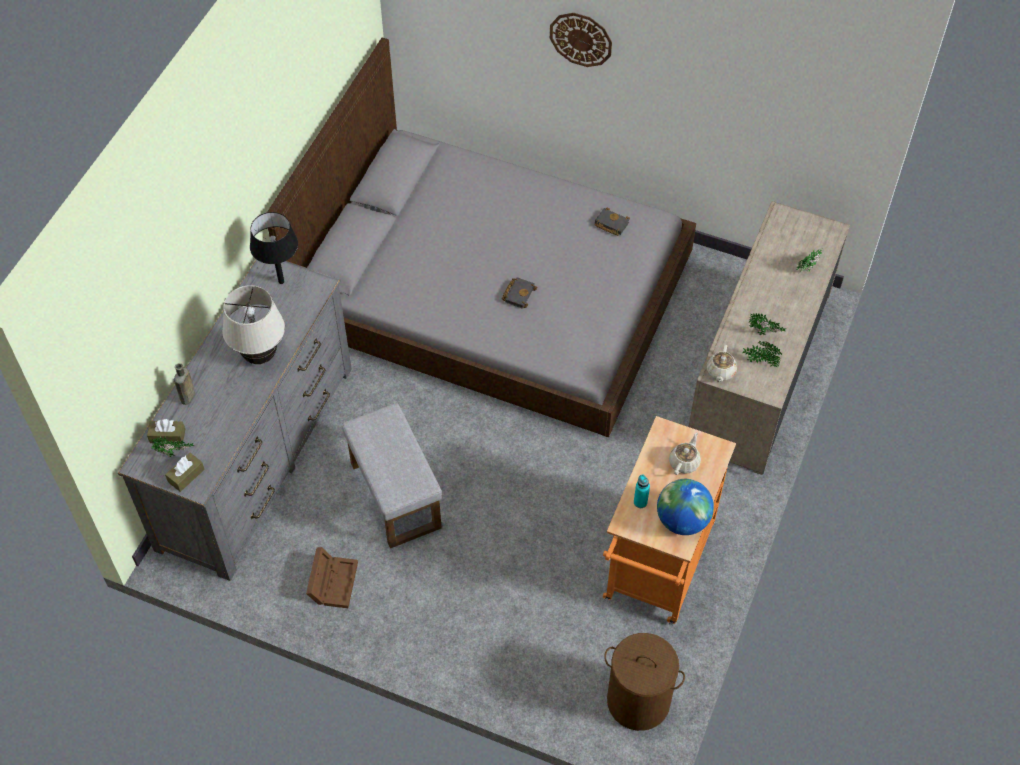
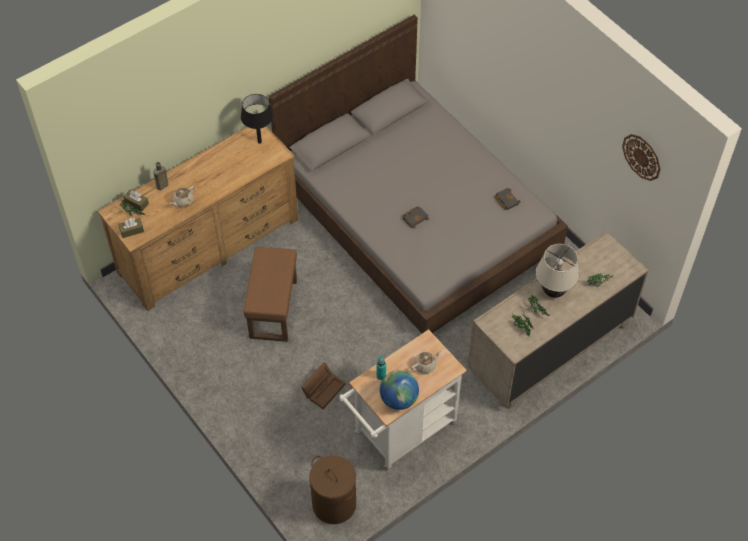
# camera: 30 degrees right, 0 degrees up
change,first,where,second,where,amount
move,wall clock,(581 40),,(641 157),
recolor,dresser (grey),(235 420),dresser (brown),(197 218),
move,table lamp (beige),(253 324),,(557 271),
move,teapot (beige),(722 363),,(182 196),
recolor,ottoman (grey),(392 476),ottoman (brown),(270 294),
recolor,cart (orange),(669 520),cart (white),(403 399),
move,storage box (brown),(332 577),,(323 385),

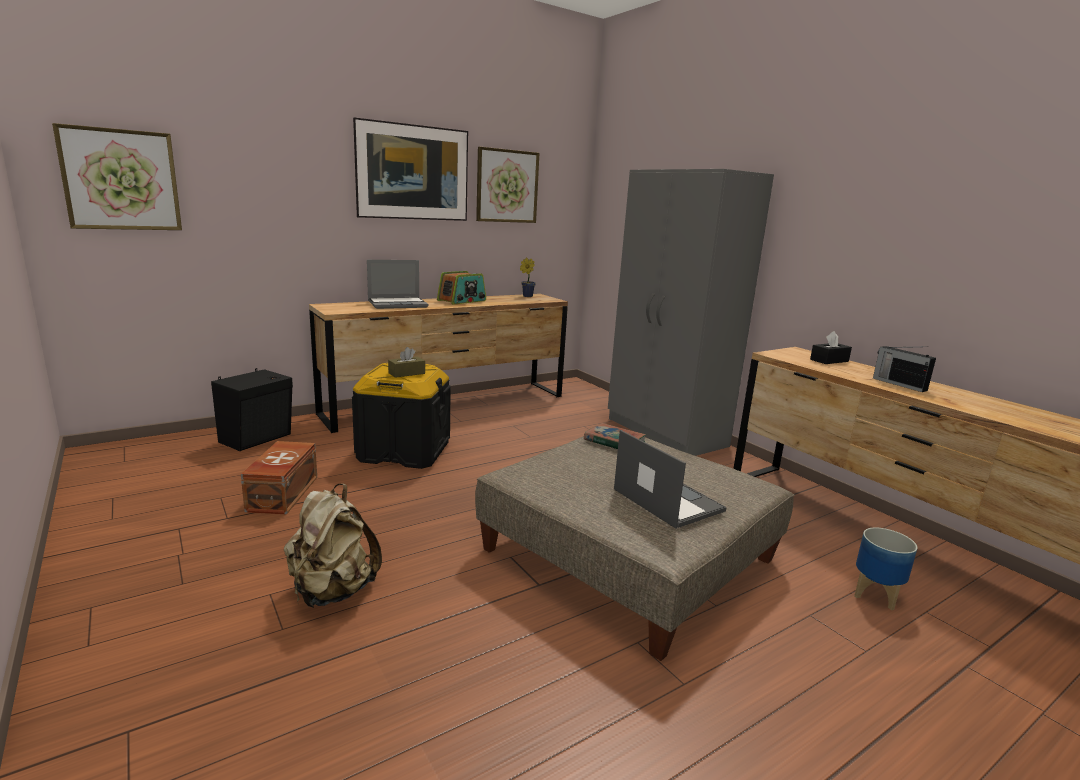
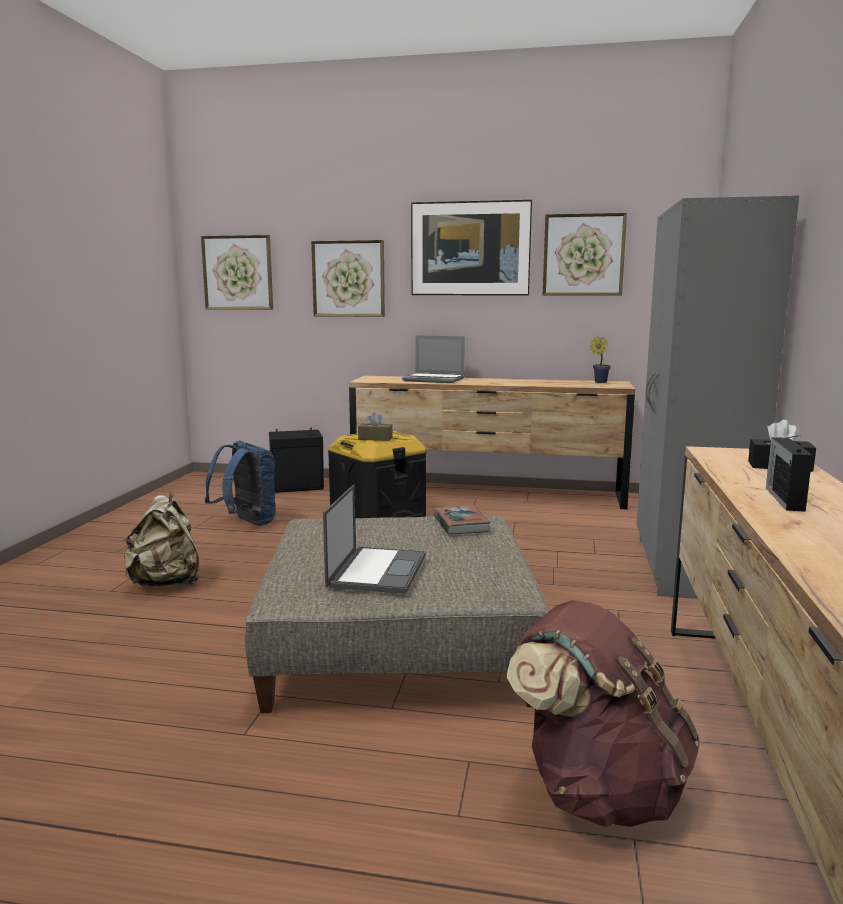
# camera: 45 degrees right, 5 degrees down
change,first,where,second,where,amount
delete,radio,(461 288),,,
replace,storage box (brown),(279 477),backpack (blue),(240 483),
replace,planter,(885 568),backpack (brown),(603 713),
insert,,,picture,(348 278),

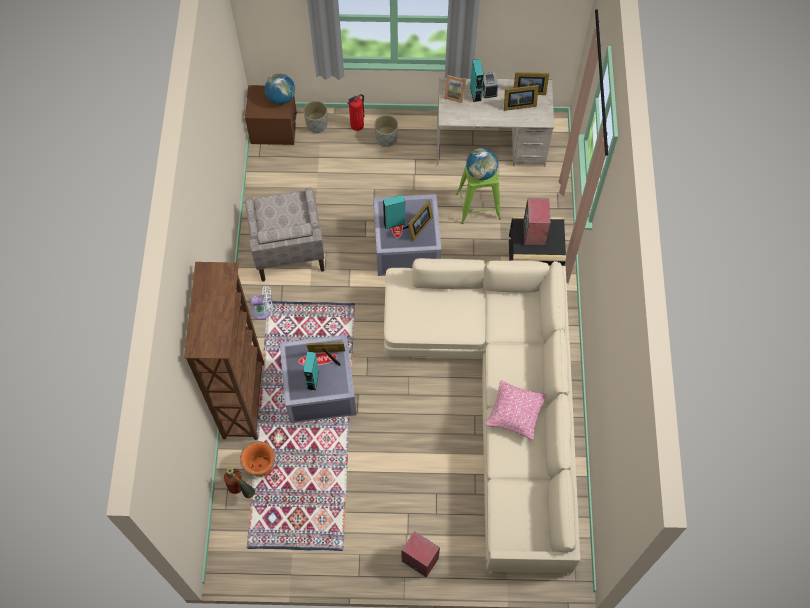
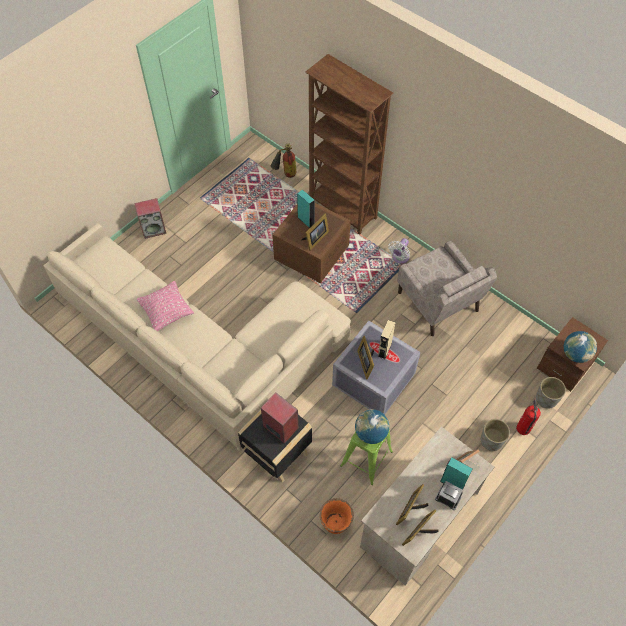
# camera: 130 degrees right, 5 degrees down
change,first,where,second,where,amount
rotate,armchair (beige),(284 234),,(447 288),150 degrees counterclockwise
recolor,speaker (turquoise),(394 212),speaker (beige),(386 339),
recolor,storage box (grey),(318 378),storage box (brown),(311 243),
move,planter (orange),(257 459),,(337 516),

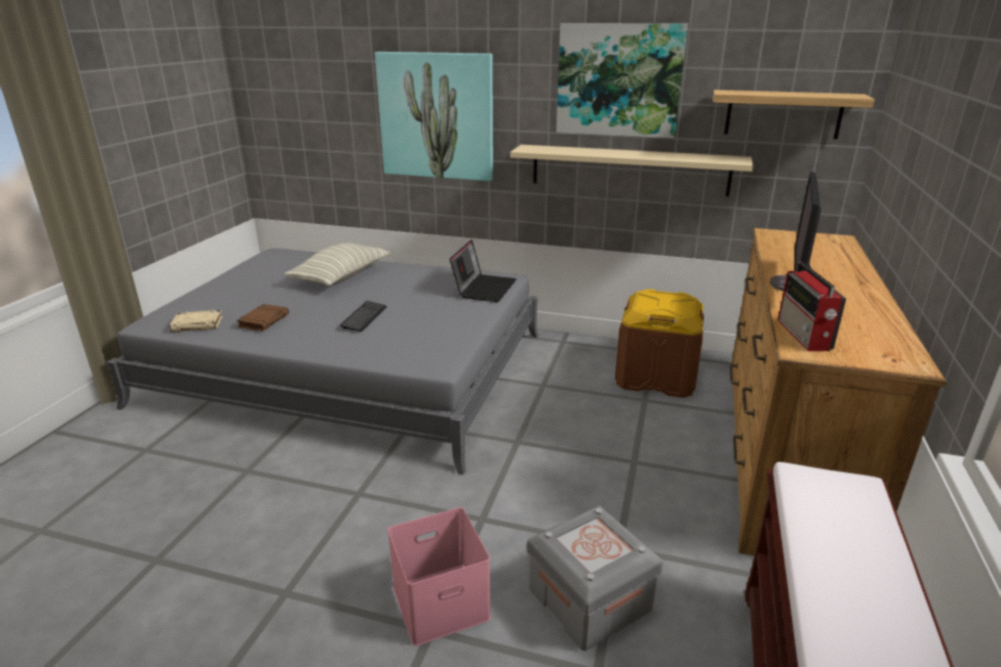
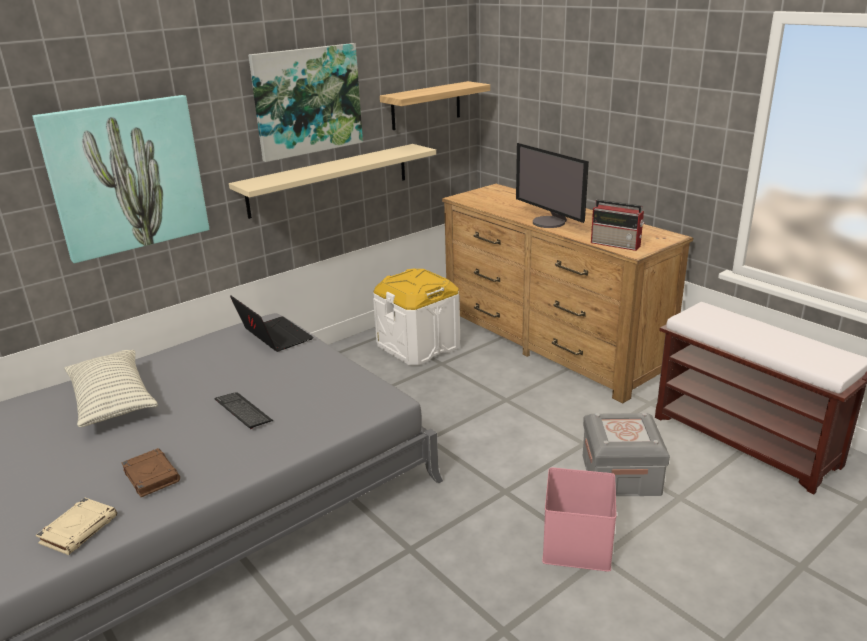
# camera: 55 degrees left, 0 degrees up
change,first,where,second,where,amount
recolor,storage box (brown),(659 343),storage box (white),(416 316),

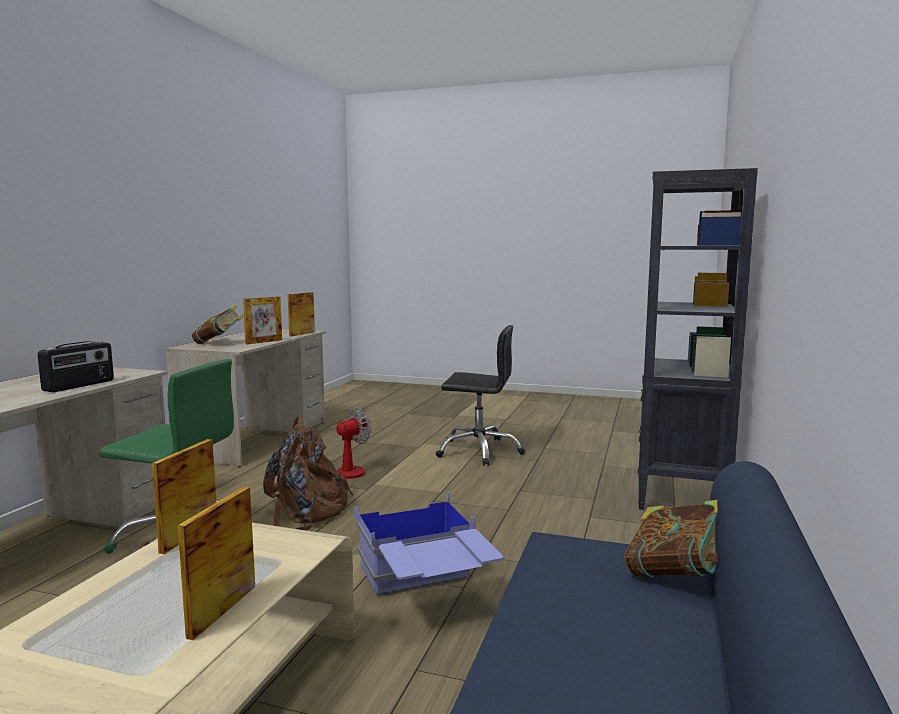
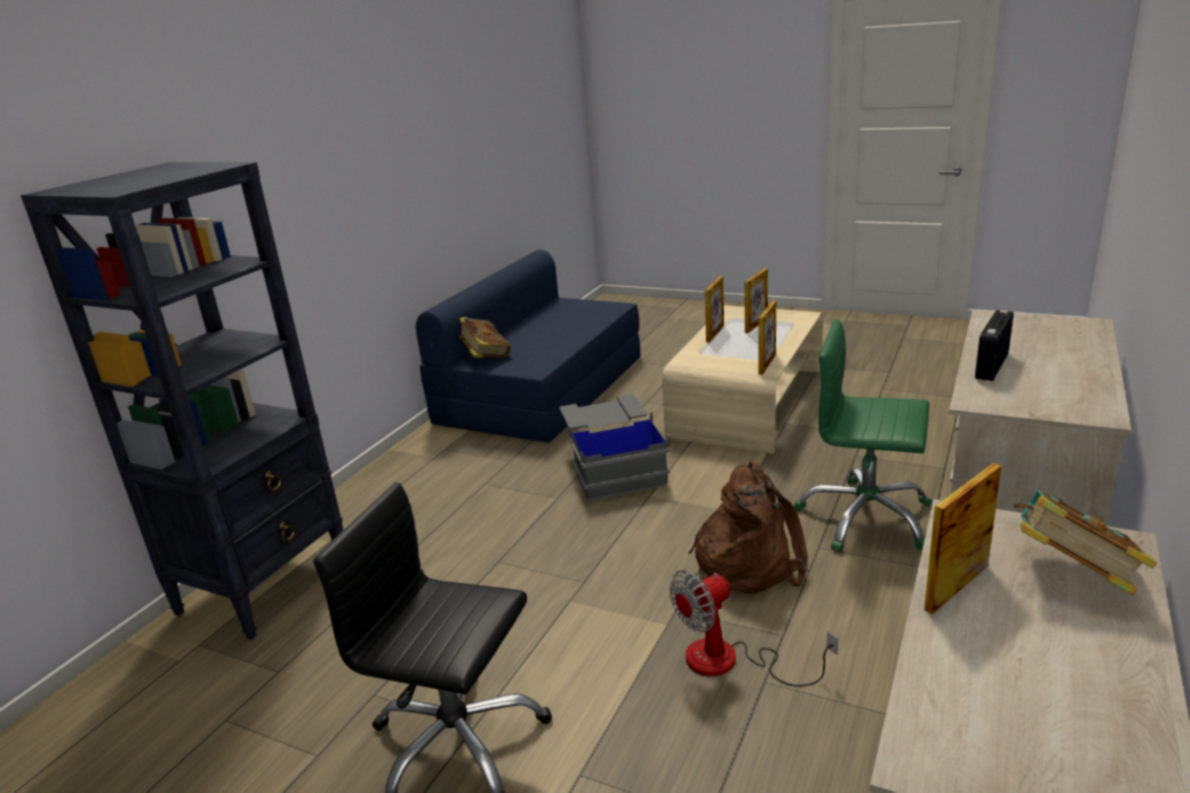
# camera: 170 degrees left, 15 degrees up
change,first,where,second,where,amount
move,picture frame,(301 314),,(756 300),
recolor,storage box (blue),(429 544),storage box (grey),(615 447),

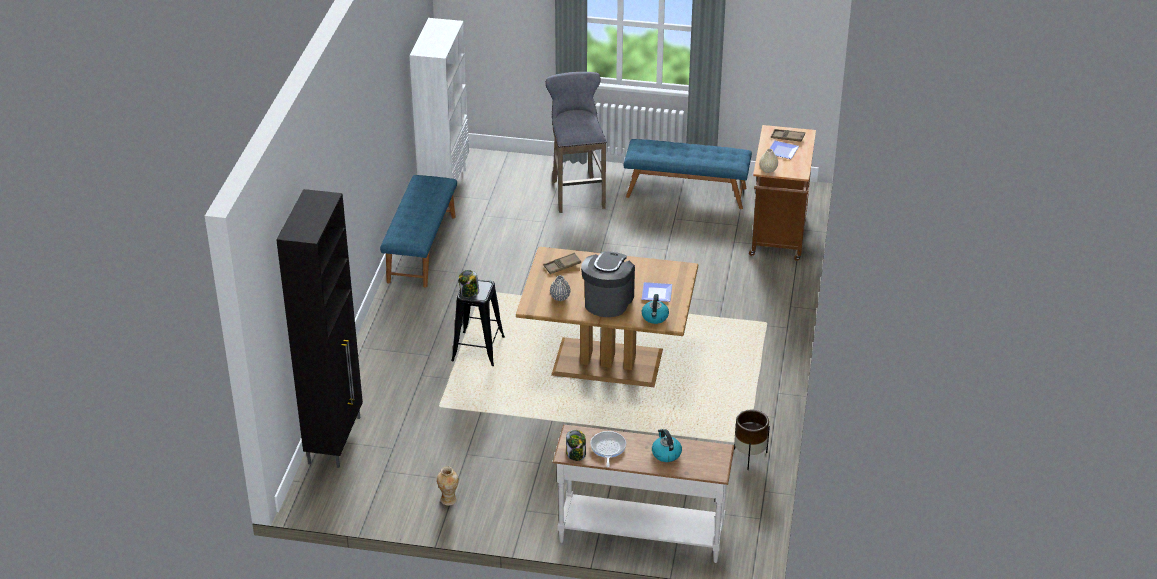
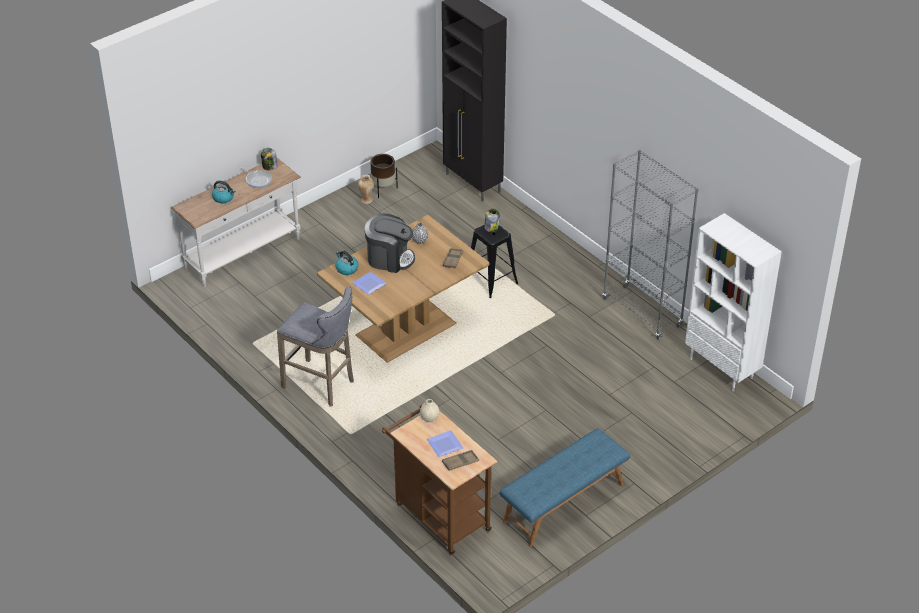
# camera: 130 degrees right, 5 degrees up
change,first,where,second,where,amount
move,stool (grey),(576 142),,(315 346),
replace,bench (blue),(418 231),bookcase (grey),(650 244),
rotate,coffee machine,(608 284),,(390 243),45 degrees counterclockwise
move,planter (brown),(752 440),,(384 176),

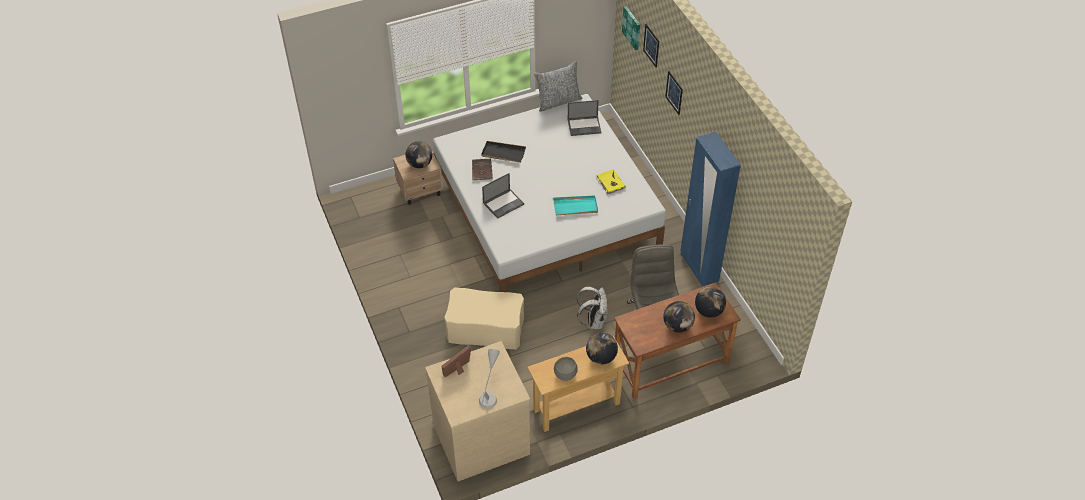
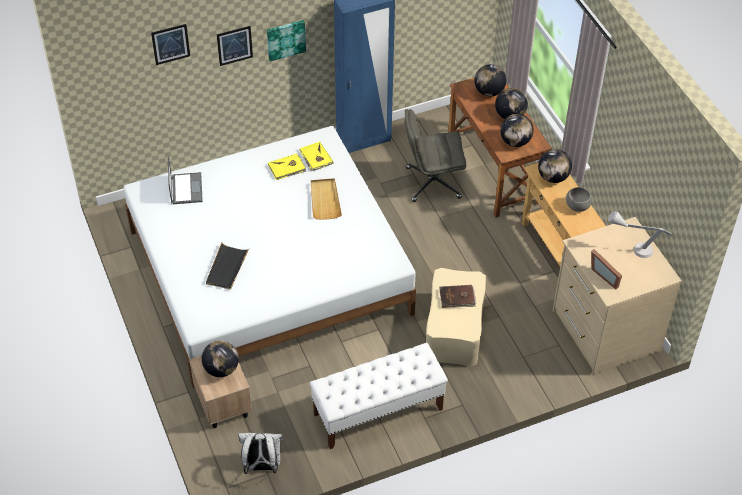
# camera: 90 degrees left, 0 degrees up
change,first,where,second,where,amount
move,picture,(631 28),,(286 40),
delete,pillow,(558 86),,,
move,book (brown),(482 169),,(457 296),
delete,laptop,(503 196),,,
recolor,tray (turquoise),(575 205),tray (beige),(326 199),
move,backpack (white),(592 307),,(260 453),
insert,,,globe,(516 130),
insert,,,book (yellow),(316 156),
insert,,,bench (white),(379 396),

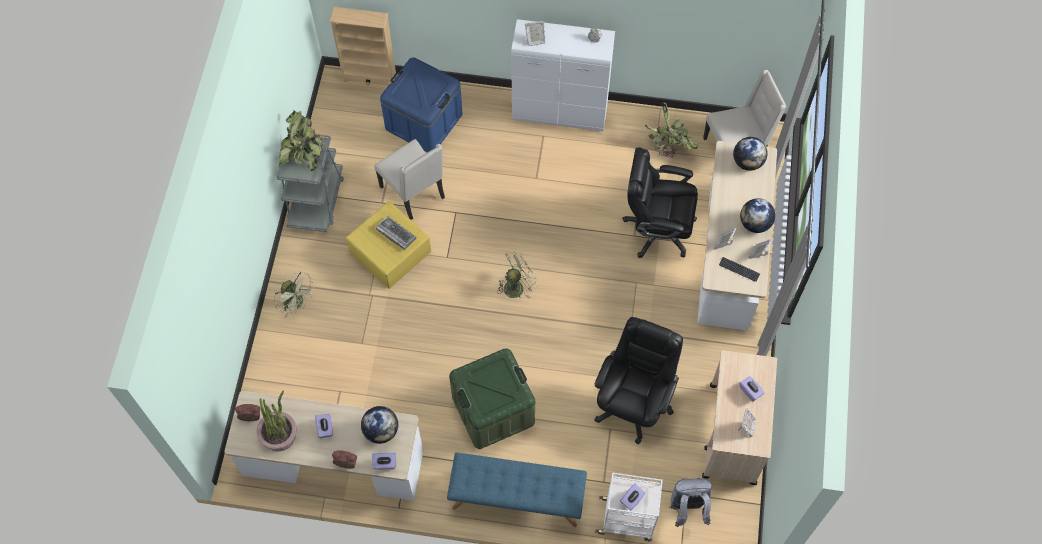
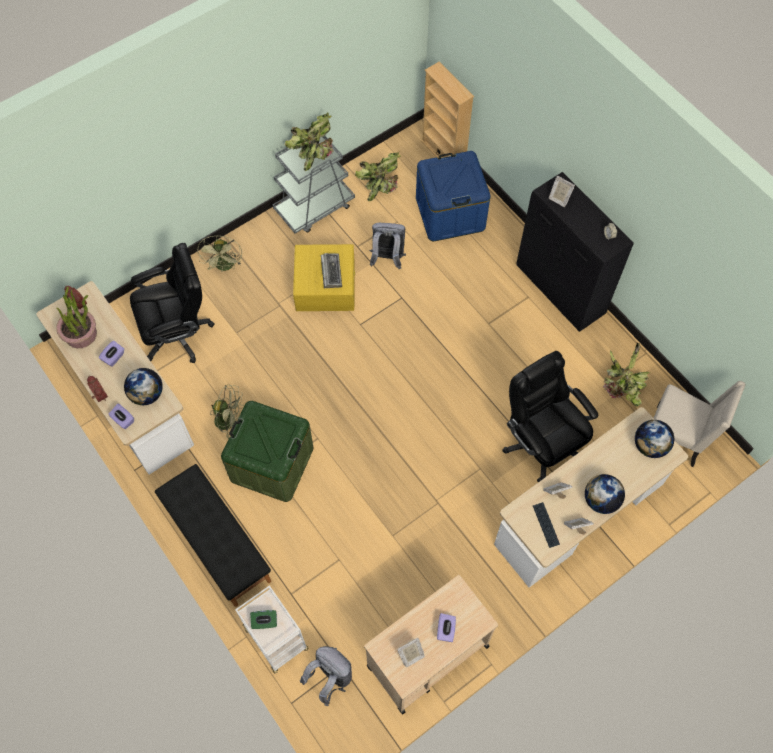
# camera: 45 degrees right, 0 degrees up
change,first,where,second,where,amount
recolor,cabinet (white),(563 75),cabinet (black),(575 252),
replace,chair (beige),(409 179),backpack (grey),(387 246),
move,fan (green),(517 274),,(226 411),
move,office chair (black),(639 380),,(172 303),
recolor,bench (blue),(517 490),bench (black),(213 535),
recolor,tissue box (purple),(633 496),tissue box (green),(263 619),
insert,,,potted plant,(378 176),

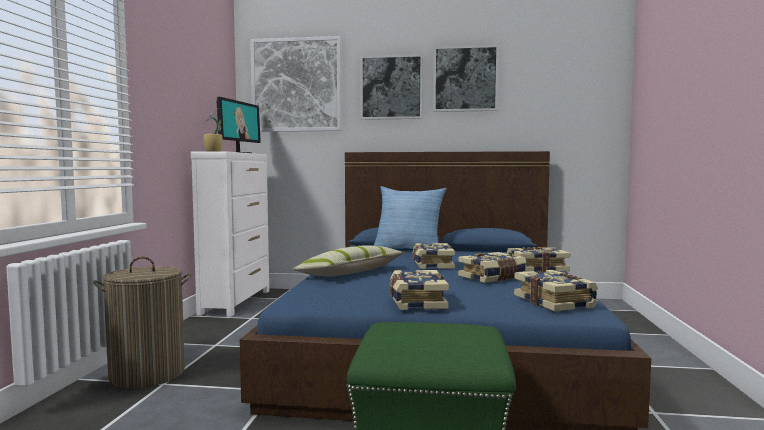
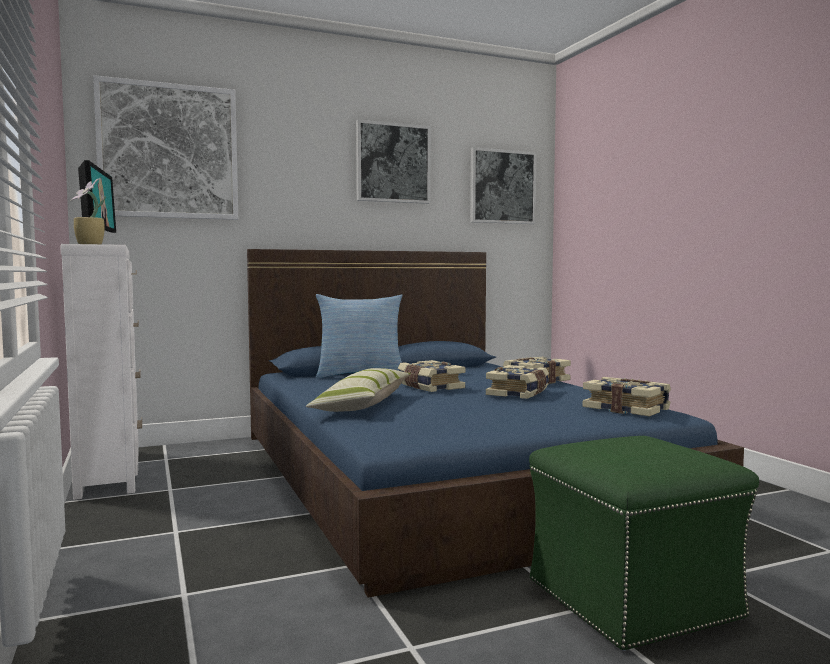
# camera: 30 degrees left, 0 degrees up
change,first,where,second,where,amount
move,picture,(391 87),,(503 185),
delete,laundry basket,(142 322),,,
delete,book,(419 290),,,

